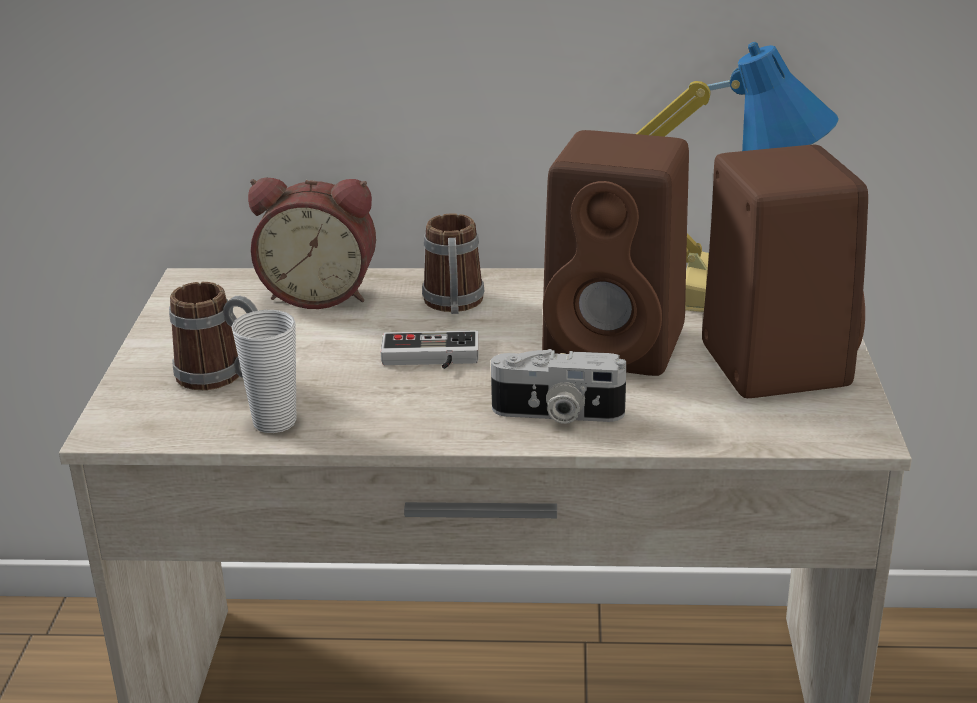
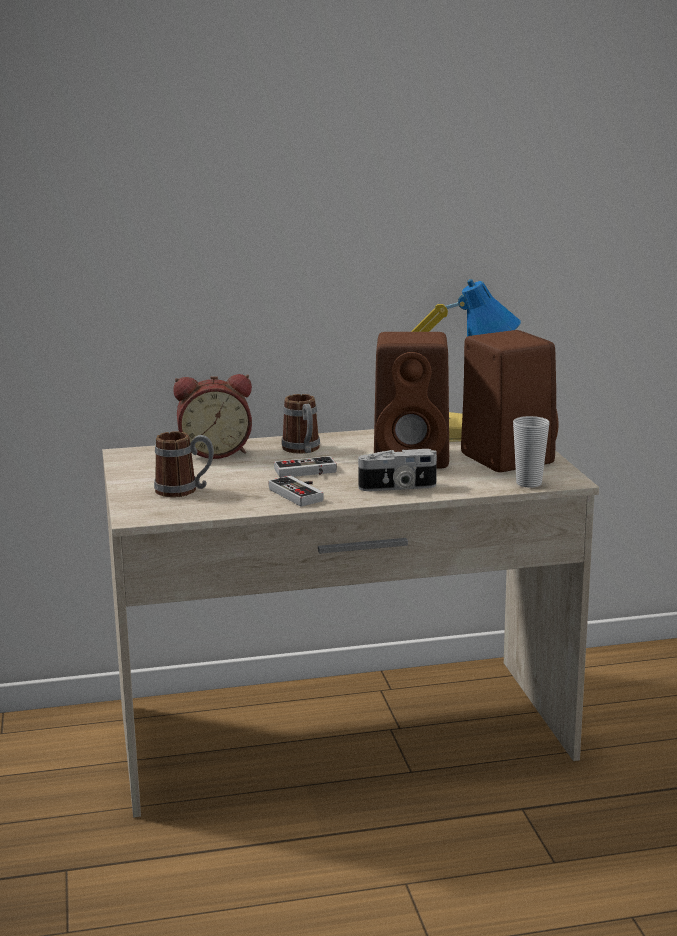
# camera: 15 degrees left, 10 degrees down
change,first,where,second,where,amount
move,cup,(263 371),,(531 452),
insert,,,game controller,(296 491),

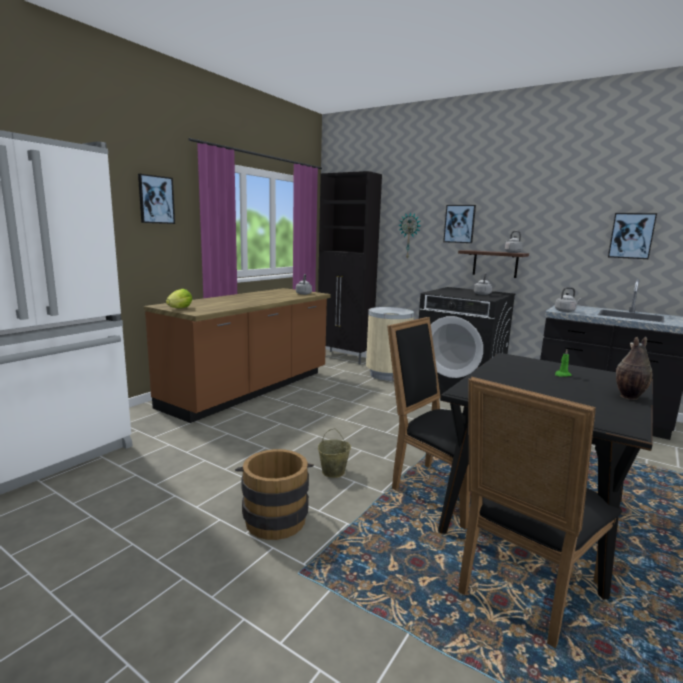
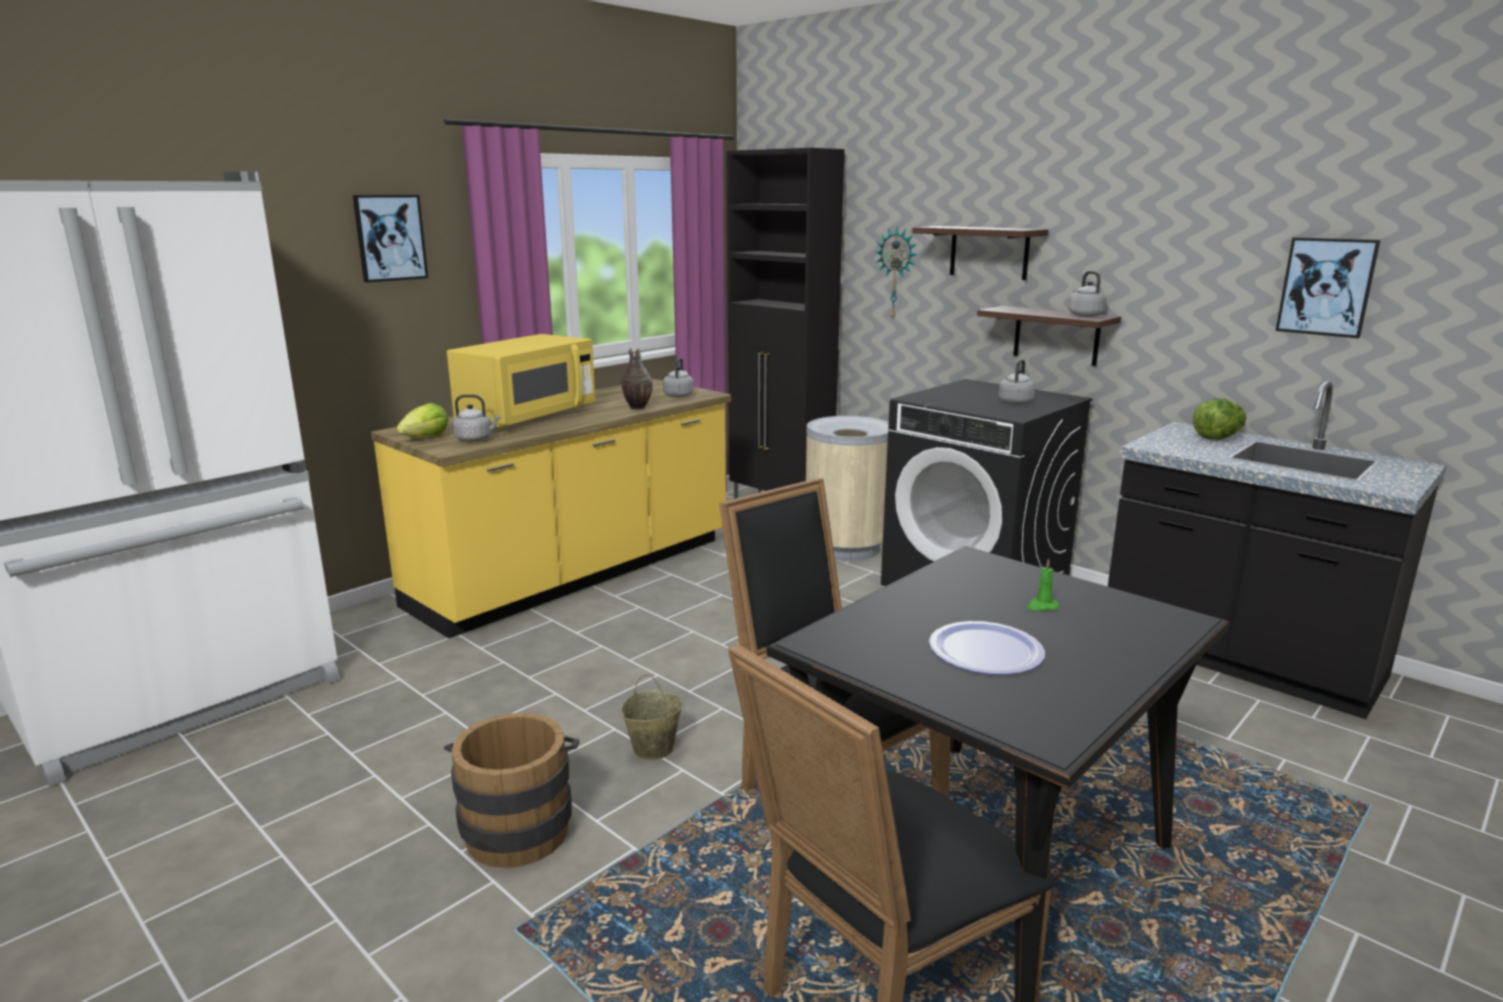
# camera: 10 degrees right, 5 degrees up
change,first,where,second,where,amount
replace,picture,(459 224),shelf,(980 253),
move,kettle (grey),(568 299),,(476 418),
recolor,counter (brown),(237 355),counter (yellow),(551 508),
move,vase,(634 368),,(637 379),
insert,,,microwave (yellow),(521 382),
insert,,,lettuce,(1219 419),
insert,,,plate,(987 648),

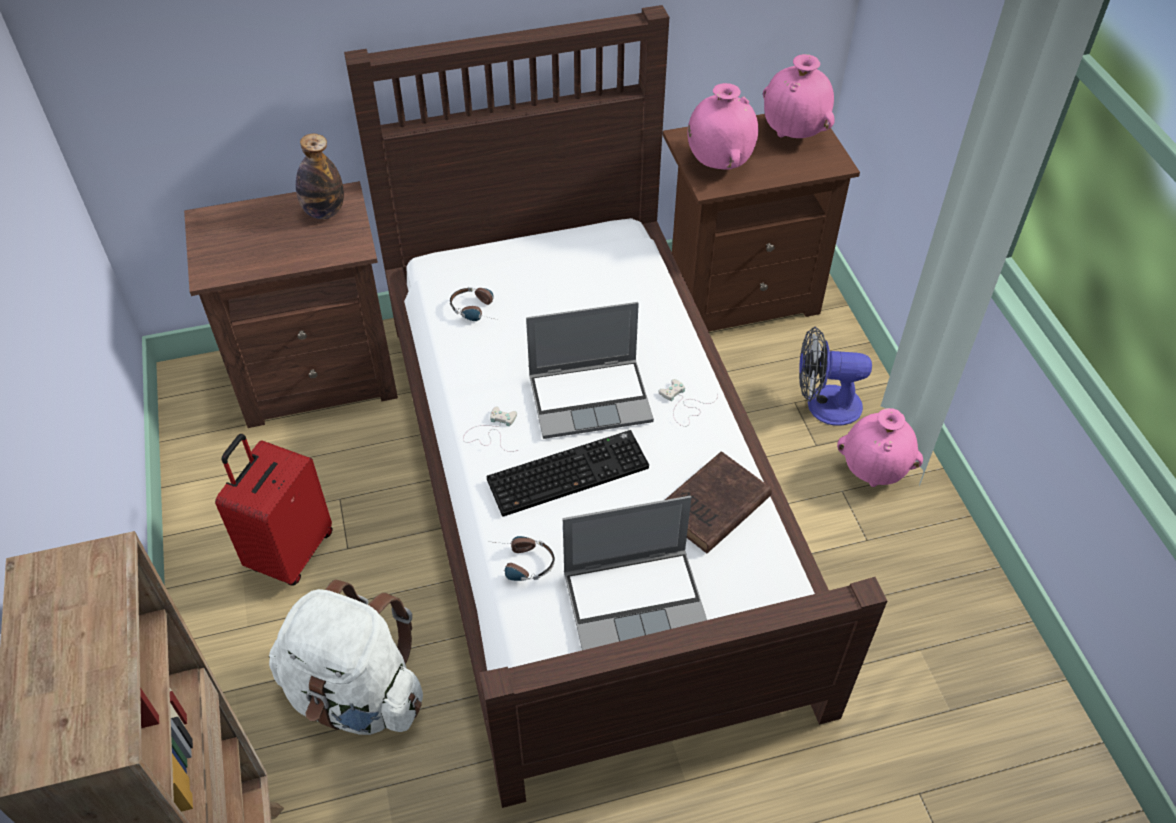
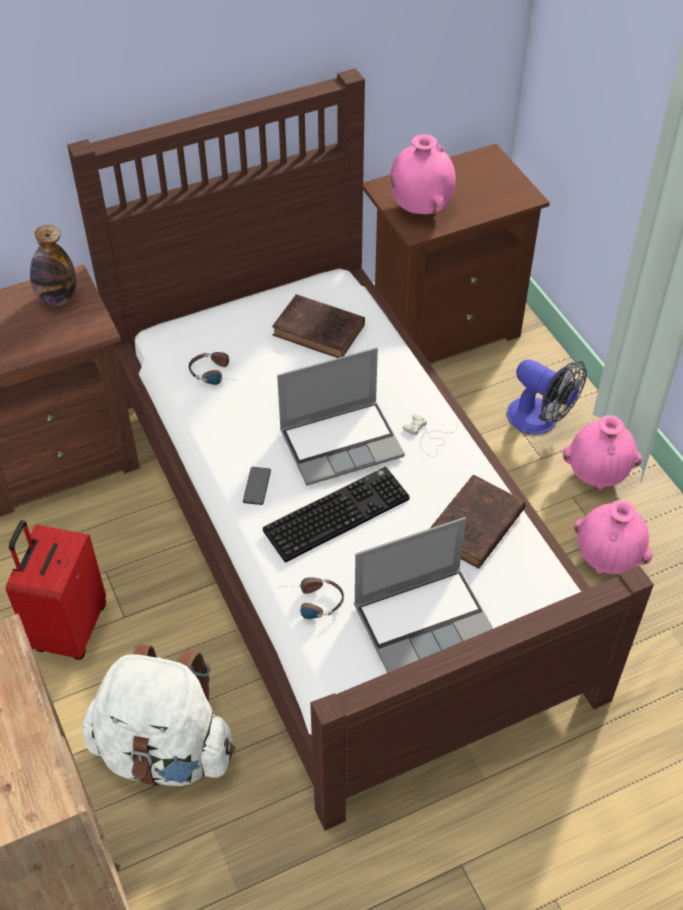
# camera: 10 degrees left, 0 degrees up
change,first,where,second,where,amount
move,vase (pink),(799 96),,(613 537),
rotate,fan,(835 376),,(547 397),135 degrees counterclockwise
replace,game controller (white),(490 429),phone,(257 486),
insert,,,book (brown),(318 326),

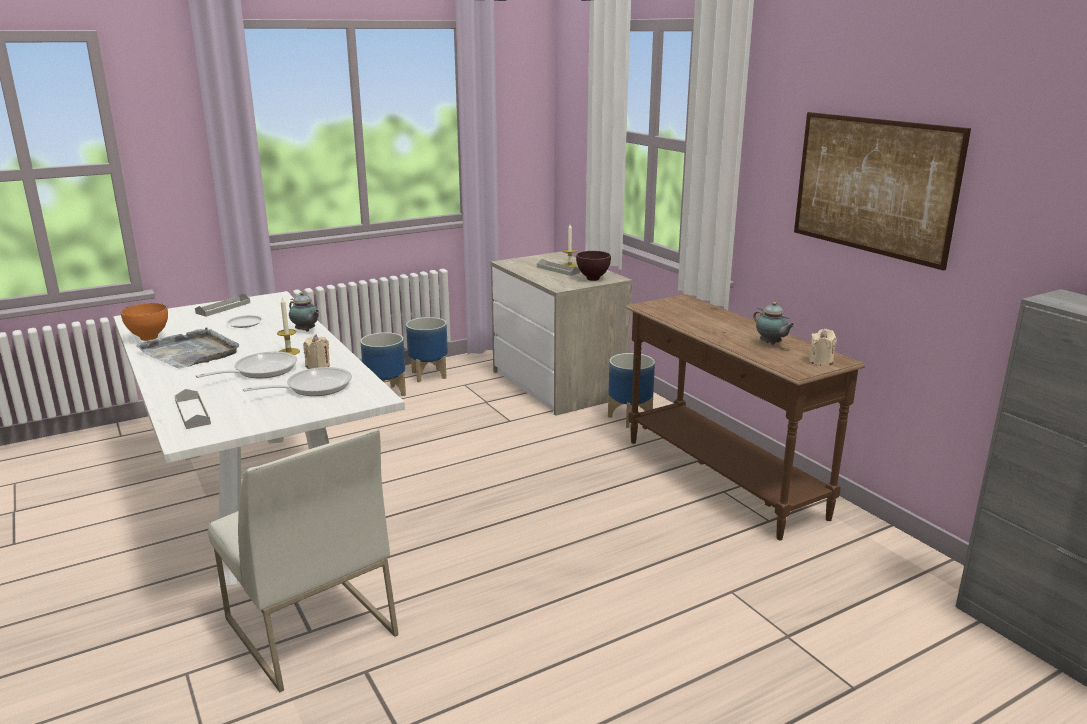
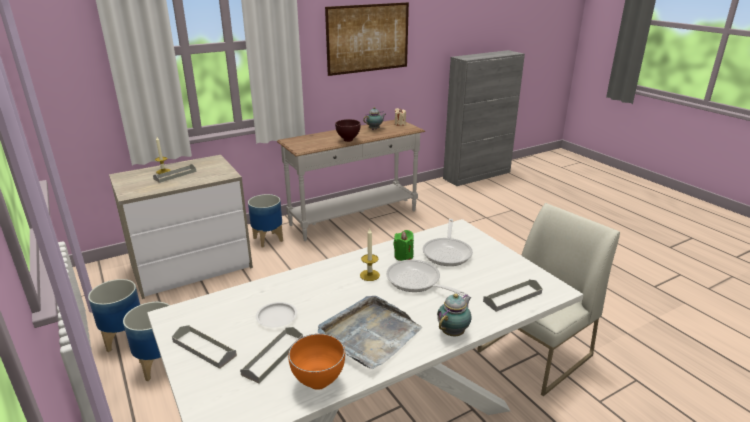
# camera: 90 degrees left, 5 degrees up
change,first,where,second,where,amount
move,bowl (brown),(593 266),,(348 130),
move,teapot,(304 312),,(454 315),
recolor,console table (brown),(745 417),console table (white),(351 180),
recolor,candle (beige),(316 351),candle (green),(403 245),
rotate,frying pan,(297 381),,(448 242),135 degrees counterclockwise
insert,,,tray (grey),(271 355),

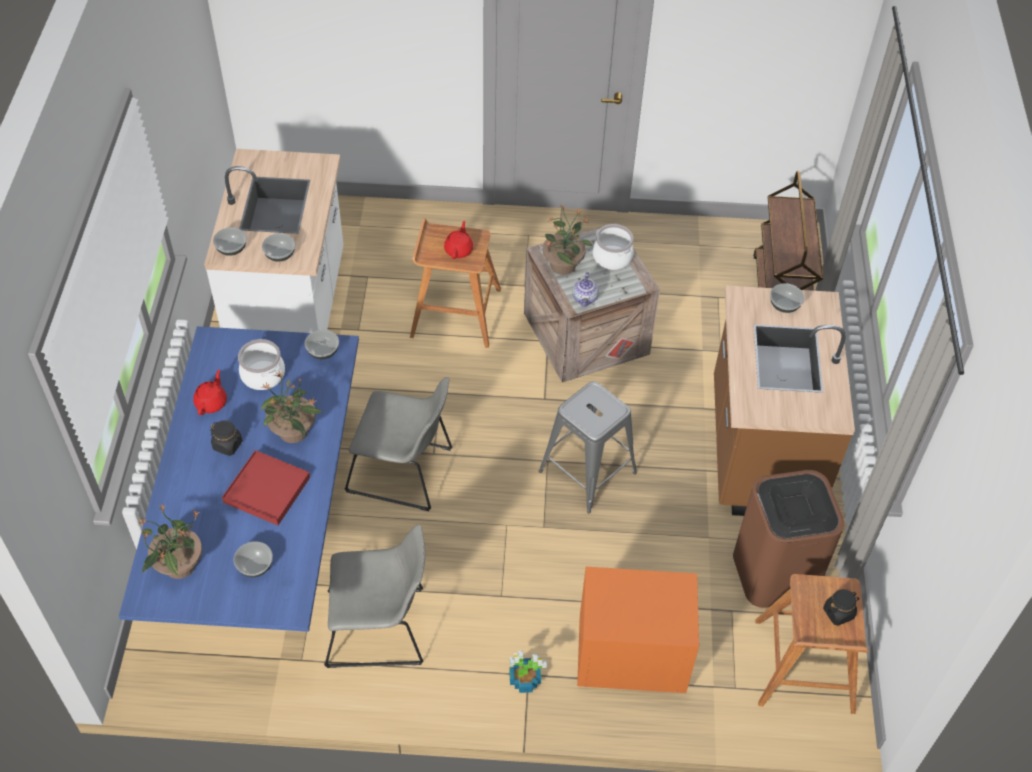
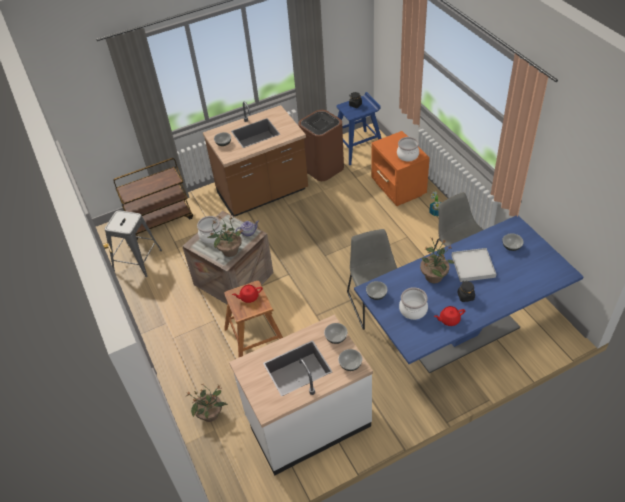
# camera: 115 degrees left, 5 degrees down
change,first,where,second,where,amount
move,stool (grey),(588 447),,(133 243),
recolor,tray (red),(266 487),tray (white),(474 265),
move,potted plant,(170 542),,(206 403),
recolor,stool (brown),(811 644),stool (blue),(359 128),
insert,,,cooking pot,(408 149),

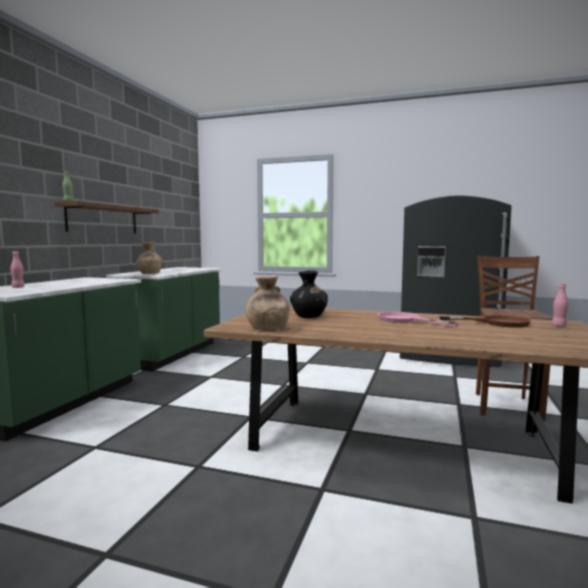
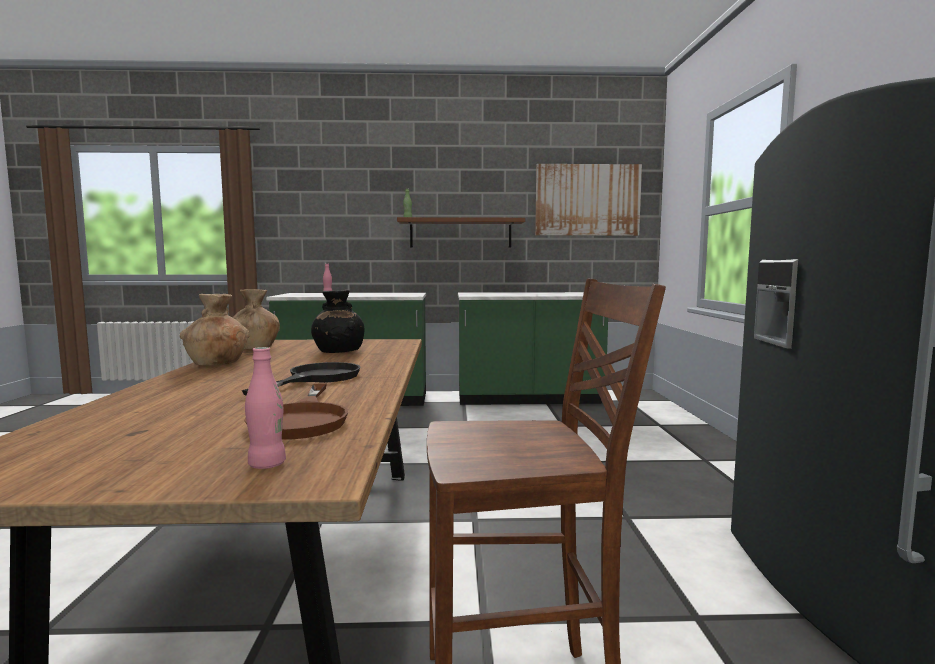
# camera: 70 degrees right, 0 degrees up
change,first,where,second,where,amount
move,vase (brown),(149 258),,(214 330),
recolor,frying pan (pink),(418 319),frying pan (black),(301 379),
insert,,,picture,(588 200),

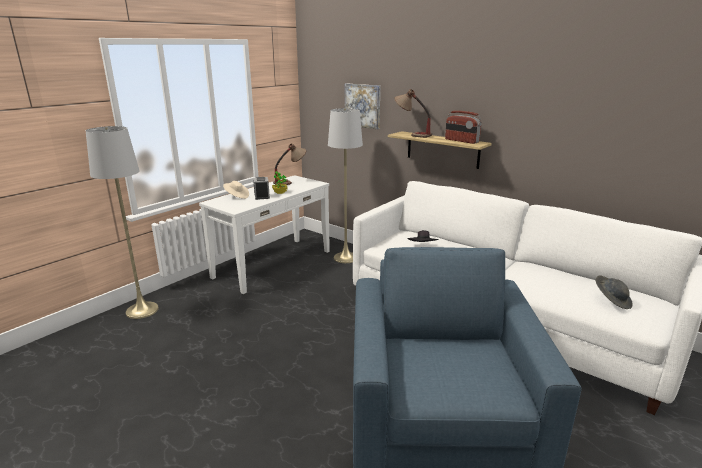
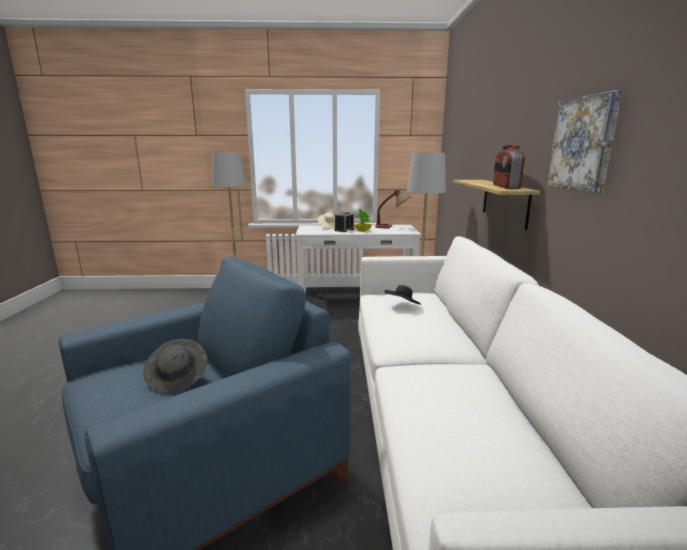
# camera: 50 degrees right, 5 degrees down
change,first,where,second,where,amount
move,picture,(362 106),,(584 141),
delete,table lamp,(413 113),,,
move,hat (grey),(614 292),,(175 366),

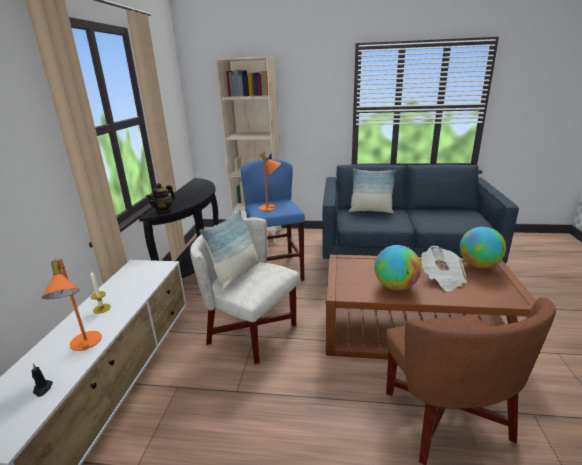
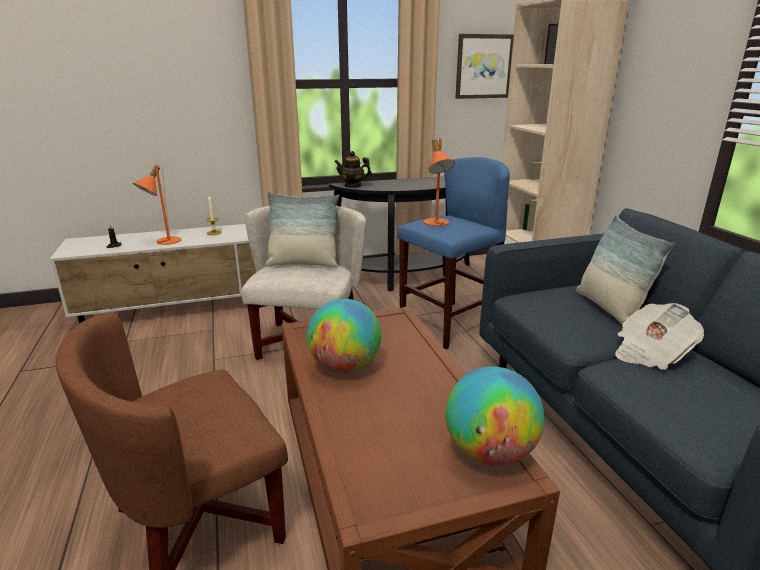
# camera: 65 degrees right, 0 degrees up
change,first,where,second,where,amount
move,newspaper,(444 268),,(659 336),
insert,,,picture,(484 66),

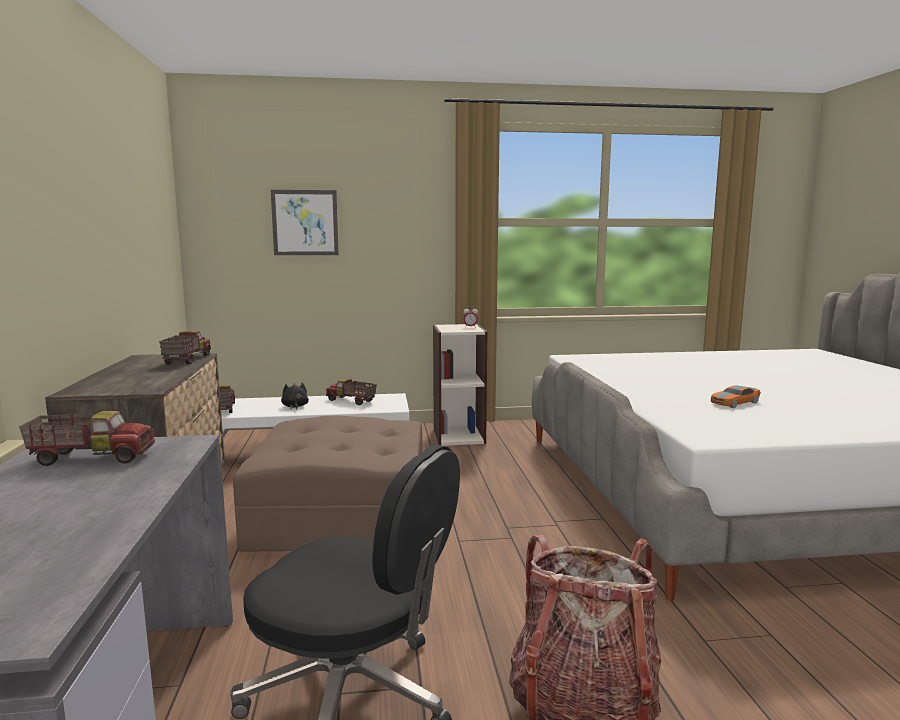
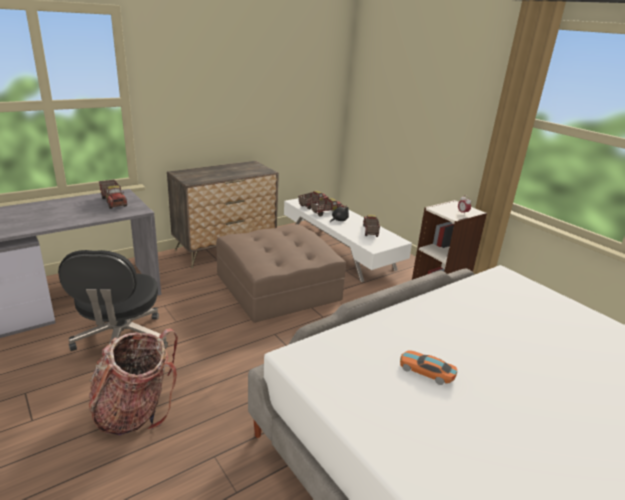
# camera: 60 degrees right, 15 degrees up
change,first,where,second,where,amount
delete,picture,(305 222),,,
move,toy truck,(185 347),,(327 207),

